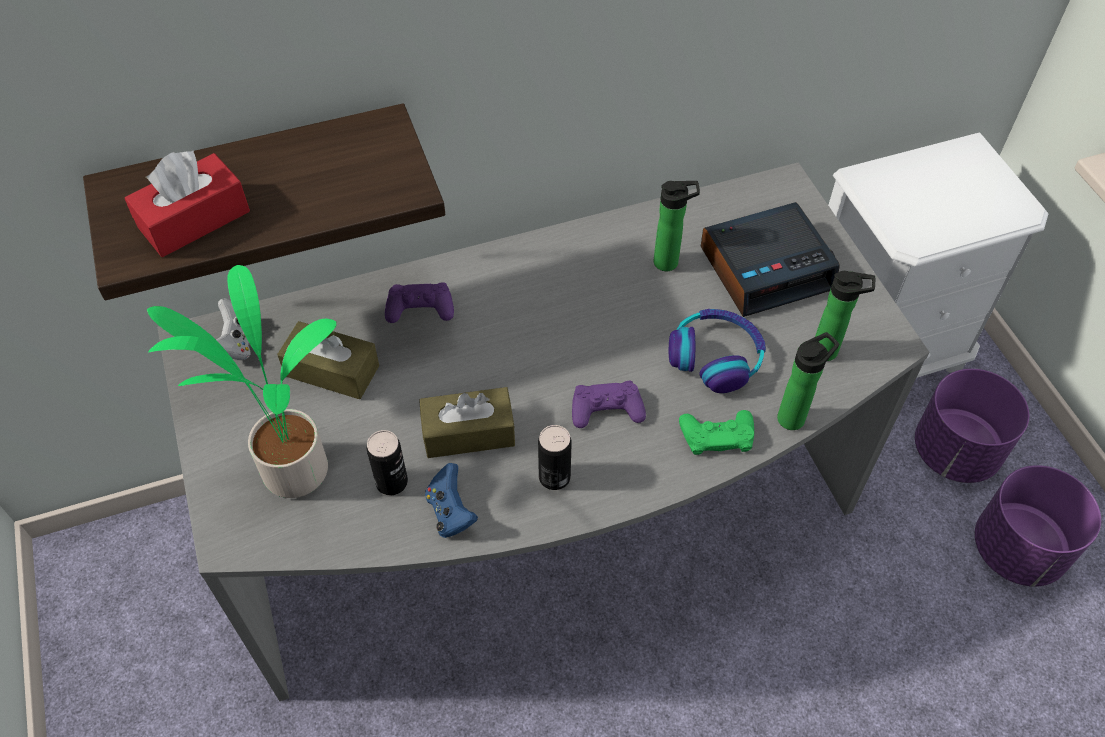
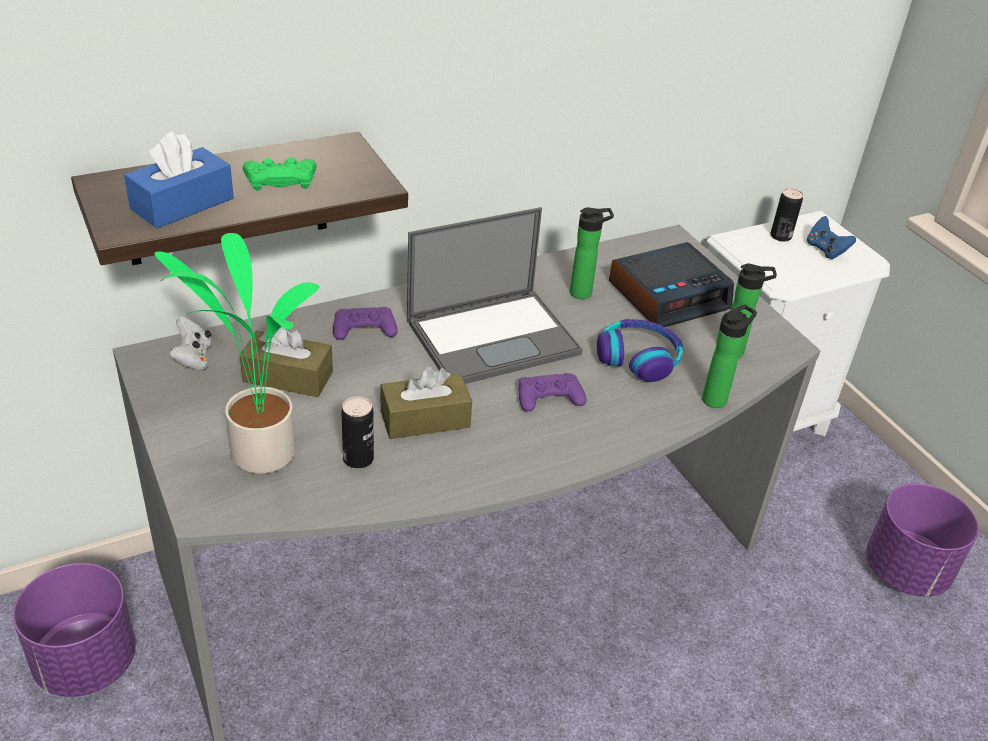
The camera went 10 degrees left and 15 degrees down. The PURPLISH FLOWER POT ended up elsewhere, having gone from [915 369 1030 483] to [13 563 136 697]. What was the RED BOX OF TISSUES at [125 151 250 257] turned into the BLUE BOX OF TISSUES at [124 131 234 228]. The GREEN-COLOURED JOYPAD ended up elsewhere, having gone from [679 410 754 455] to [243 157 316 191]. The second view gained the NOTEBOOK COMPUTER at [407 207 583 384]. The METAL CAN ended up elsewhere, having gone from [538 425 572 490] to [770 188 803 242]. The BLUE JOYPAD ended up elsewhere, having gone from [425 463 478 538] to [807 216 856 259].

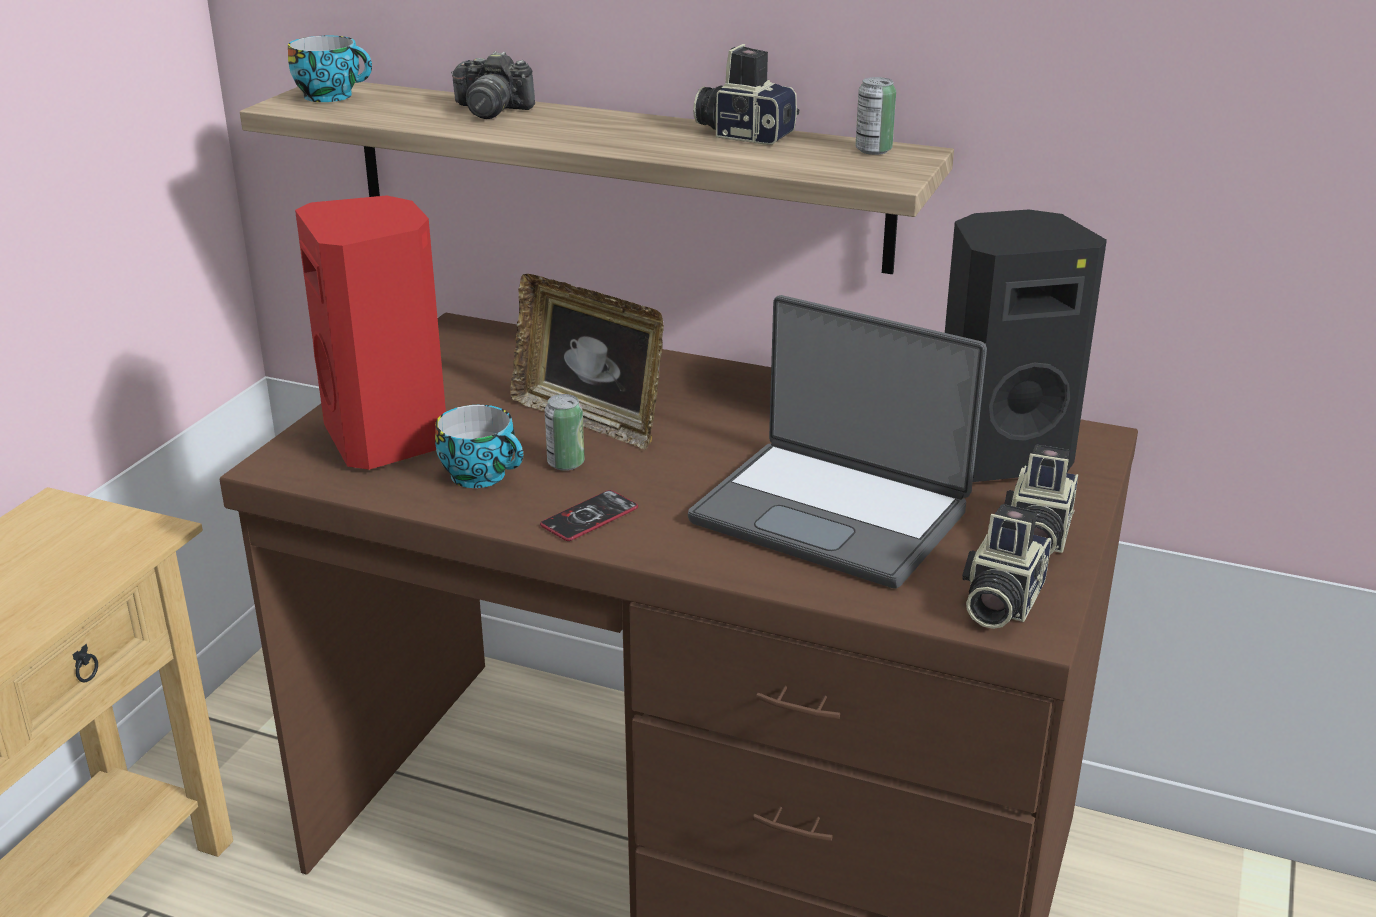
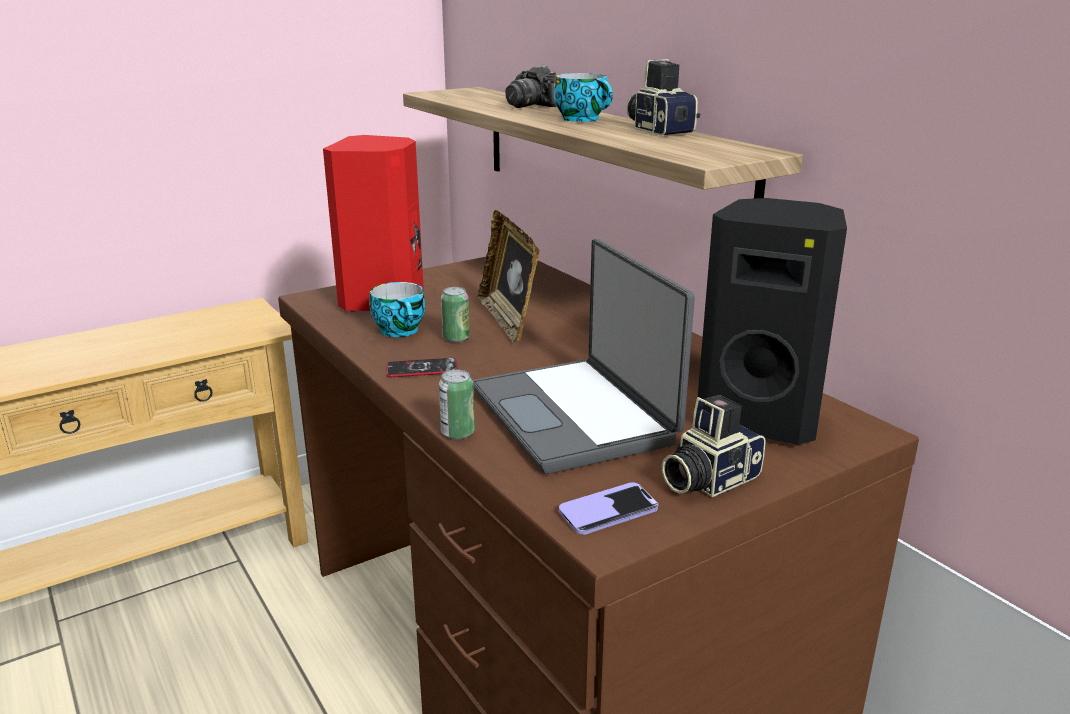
The camera went 35 degrees right and 5 degrees down. The METAL CAN ended up elsewhere, having gone from [855 77 896 155] to [439 370 475 439]. The DRINKING CUP ended up elsewhere, having gone from [288 36 372 102] to [554 73 613 122]. Where the STILL CAMERA stood at [962 504 1051 629], the TELEPHONE came to stand at [559 482 658 535].

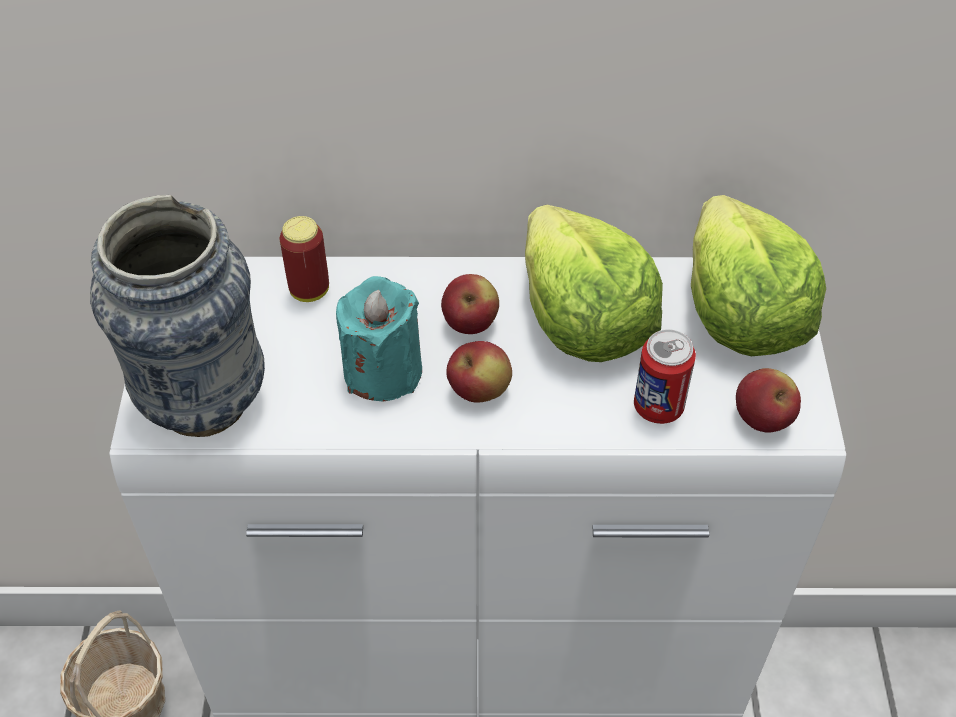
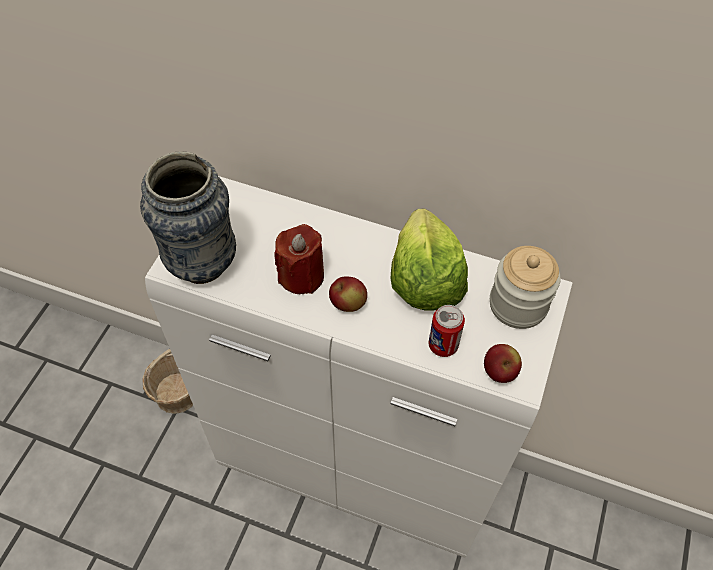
The camera went 20 degrees right and 5 degrees up. What was the BLUE-GREEN WAX CANDLE at [336 276 422 402] turned into the RED WAX CANDLE at [274 224 324 294]. Where the LETTUCE HEAD stood at [691 195 826 356], the PRESERVE JAR came to stand at [490 246 561 329]. The second view lost the METAL CAN at [280 216 329 302]. The second view lost the WHOLE APPLE at [441 274 499 334].

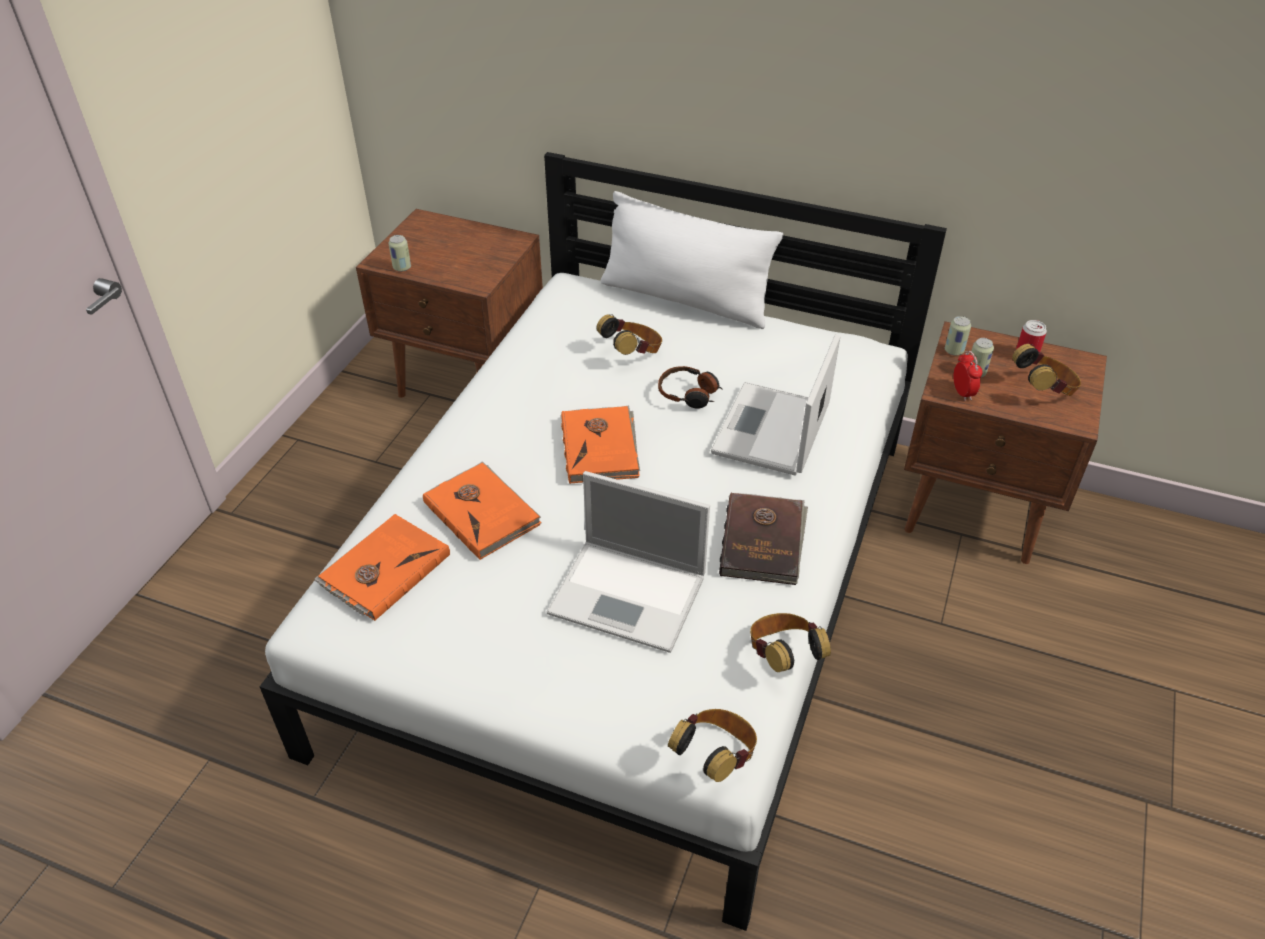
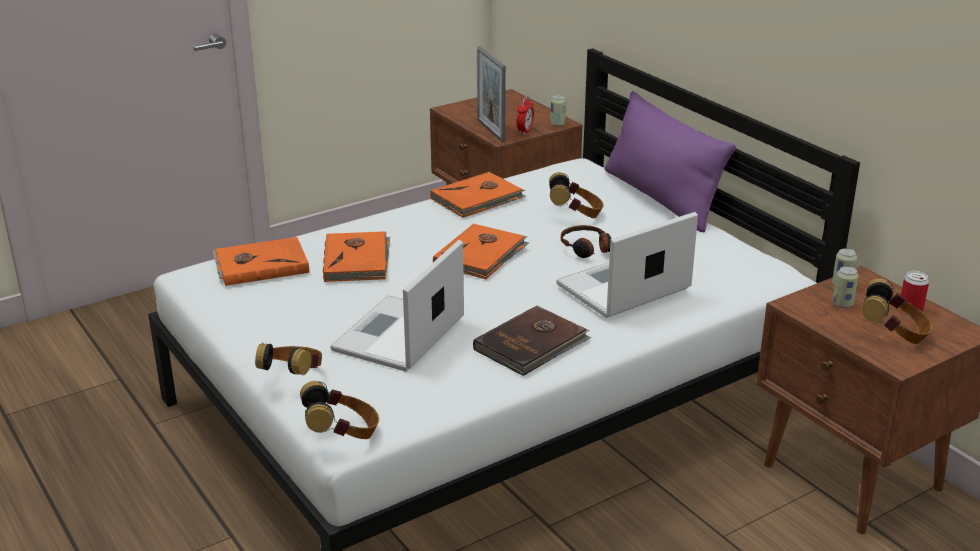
The camera went 35 degrees right and 15 degrees down. The PAIR OF HEADPHONES ended up elsewhere, having gone from [750 613 831 672] to [255 343 322 375]. The NOTEBOOK COMPUTER at [547 471 710 653] ended up facing another way, 60 degrees clockwise from before. The second view gained the ORANGE BOUND BOOK at [430 172 526 218]. The second view gained the PICTURE FRAME at [477 46 506 142]. The ALARM CLOCK ended up elsewhere, having gone from [953 351 983 401] to [517 96 534 135]. The METAL CAN ended up elsewhere, having gone from [388 235 411 272] to [550 95 566 126]. What was the WHITE THROW PILLOW at [601 191 783 329] turned into the PURPLISH THROW PILLOW at [604 91 736 233].

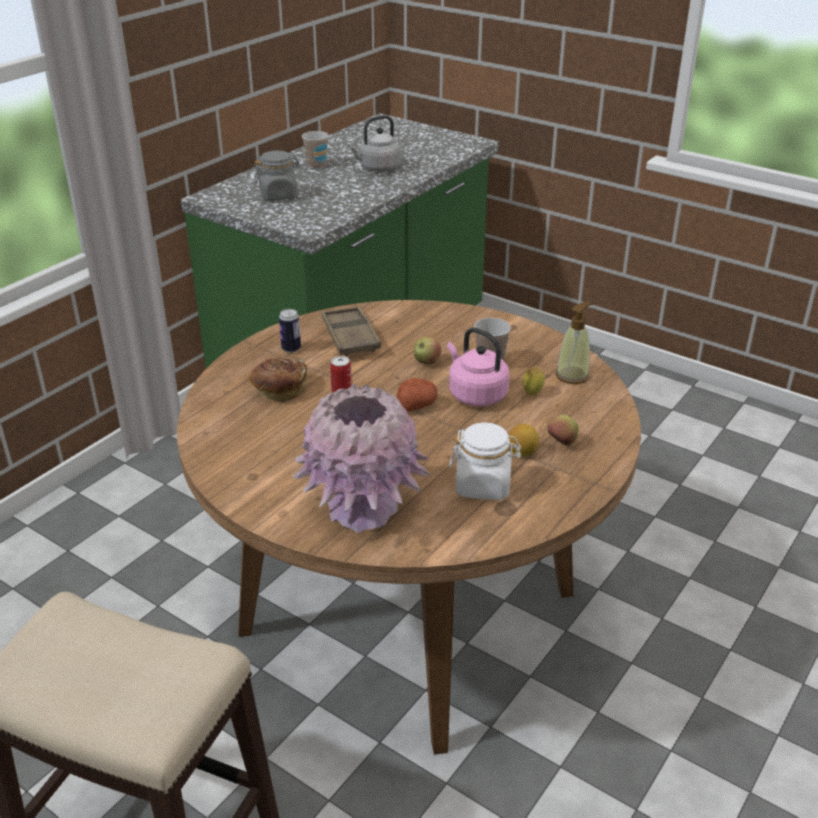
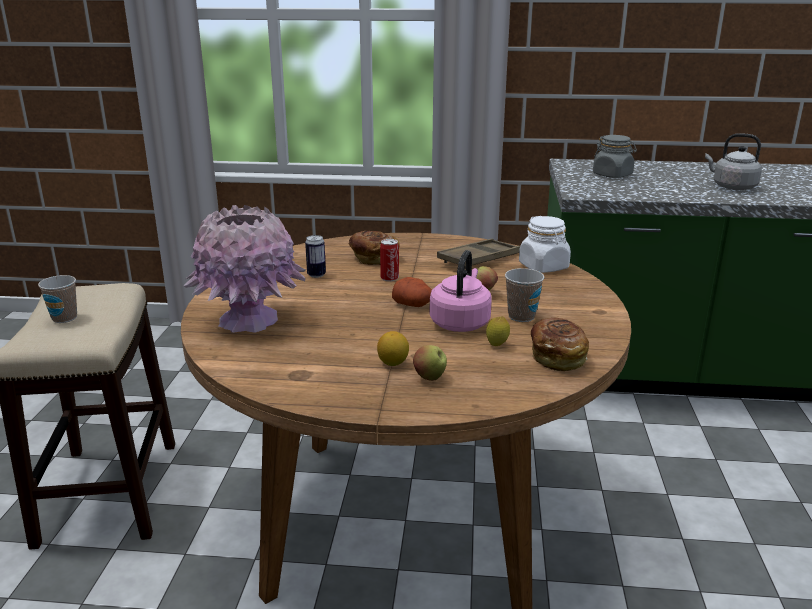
The camera went 60 degrees right and 10 degrees down. The DRINKING CUP ended up elsewhere, having gone from [302 131 329 169] to [38 275 77 323]. The METAL CAN ended up elsewhere, having gone from [279 309 301 353] to [305 235 326 278]. The WHITE PRESERVE JAR ended up elsewhere, having gone from [449 422 522 500] to [519 216 571 273]. Where the SOAP DISPENSER stood at [556 302 592 384], the BREAD came to stand at [531 317 589 371].

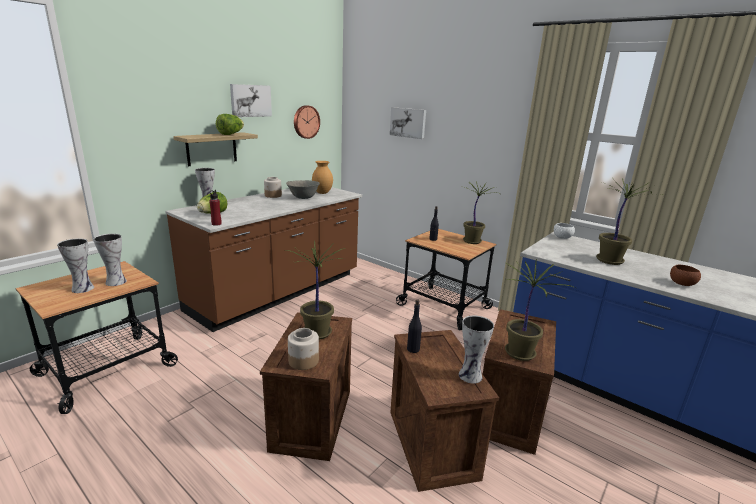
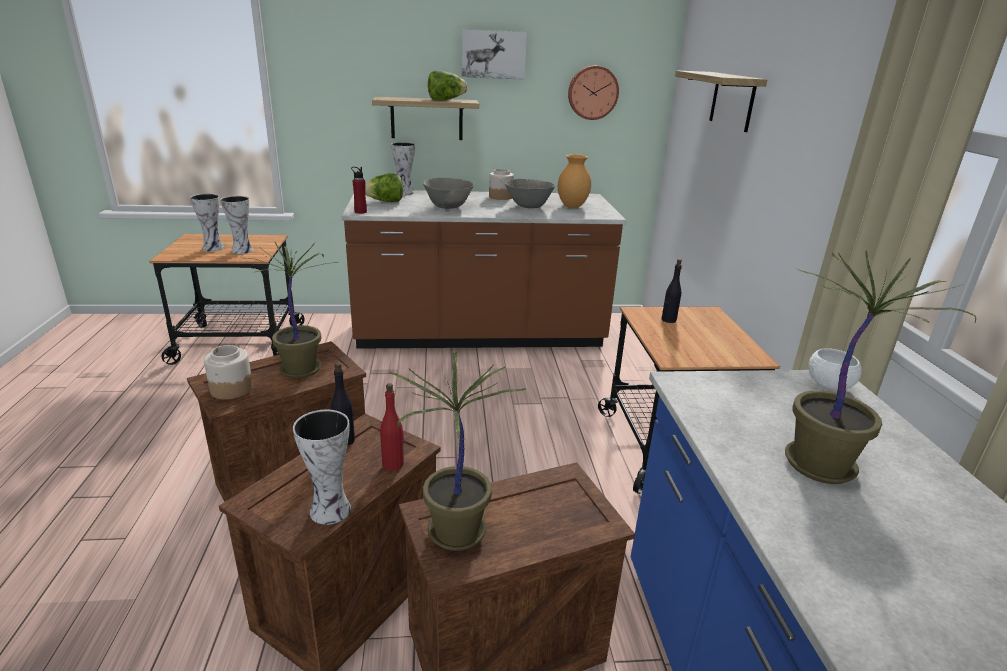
The camera went 45 degrees right and 5 degrees up. The second view gained the RED DRINK BOTTLE at [380 383 404 471]. The second view gained the GREY DEEP DISH at [423 178 474 209]. Where the WALL ART hung at [390 107 426 139], the BRACKET SHELF came to hang at [675 70 767 132]. The second view lost the POTTED PLANT at [460 181 498 244]. The second view lost the BROWNISH DEEP DISH at [670 265 701 286].

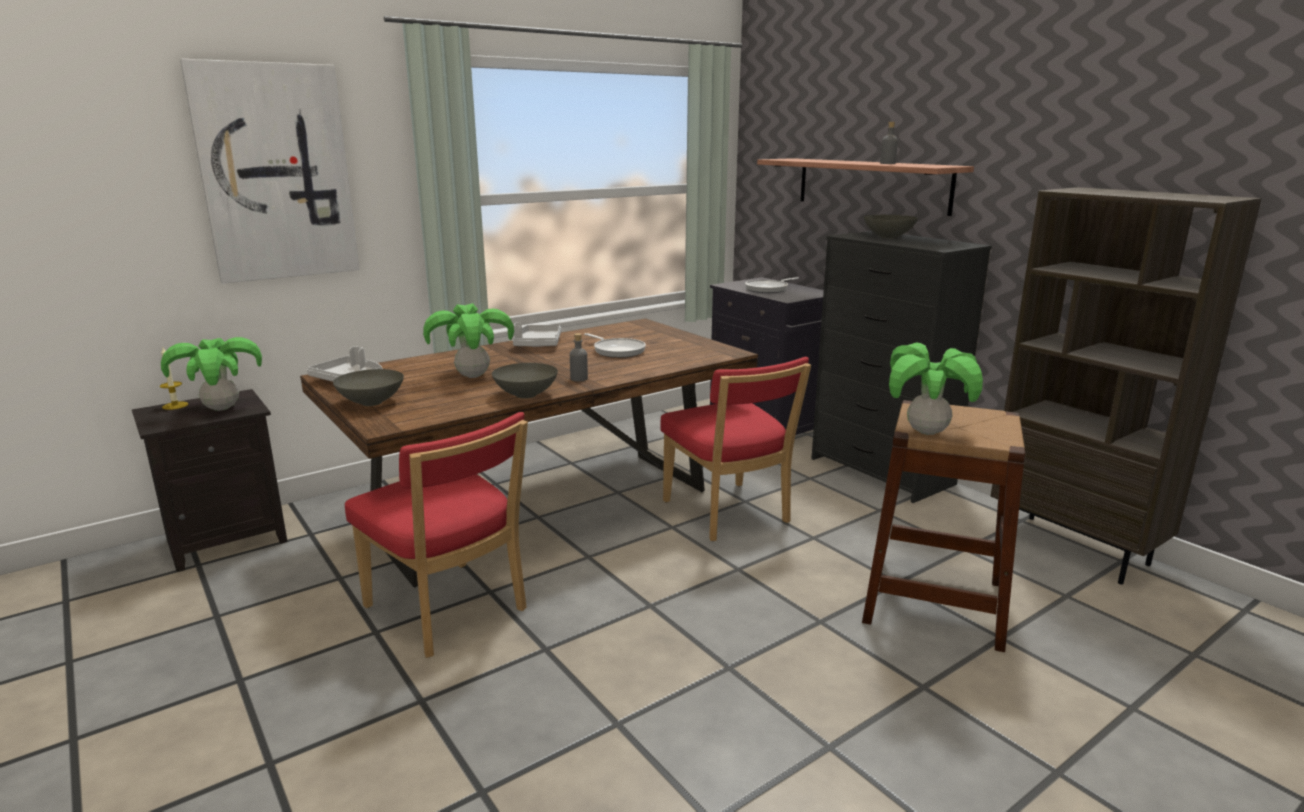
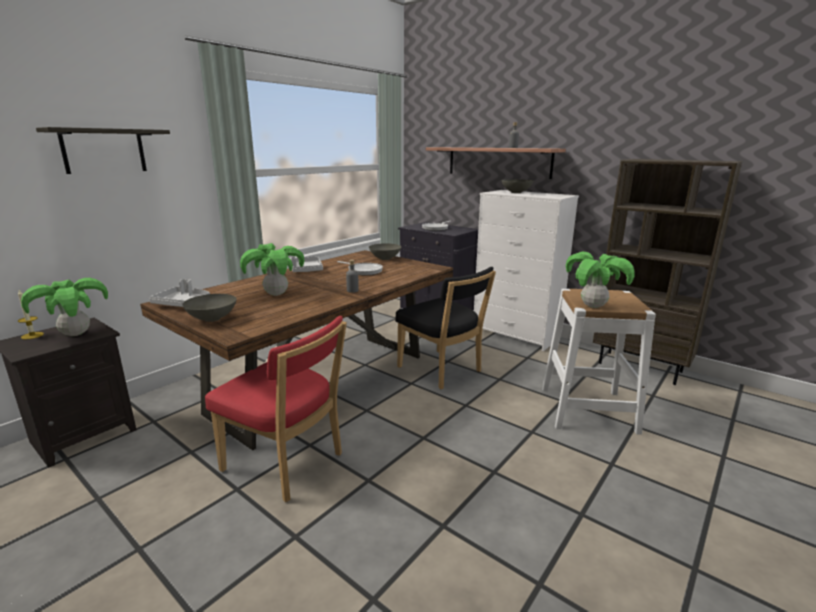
The camera went 15 degrees left and 0 degrees up. Where the WALL ART hung at [180 59 359 283], the BRACKET SHELF came to hang at [36 127 170 174]. The GREY DEEP DISH ended up elsewhere, having gone from [492 363 558 399] to [369 243 401 260]. What was the RED CHAIR at [660 357 811 541] turned into the BLACK-COLOURED CHAIR at [395 267 496 389]. What was the BLACK-COLOURED DRESSER at [811 231 992 503] turned into the WHITE DRESSER at [474 190 579 351]. What was the BROWNISH STOOL at [862 400 1026 652] turned into the WHITE STOOL at [542 289 656 435].

